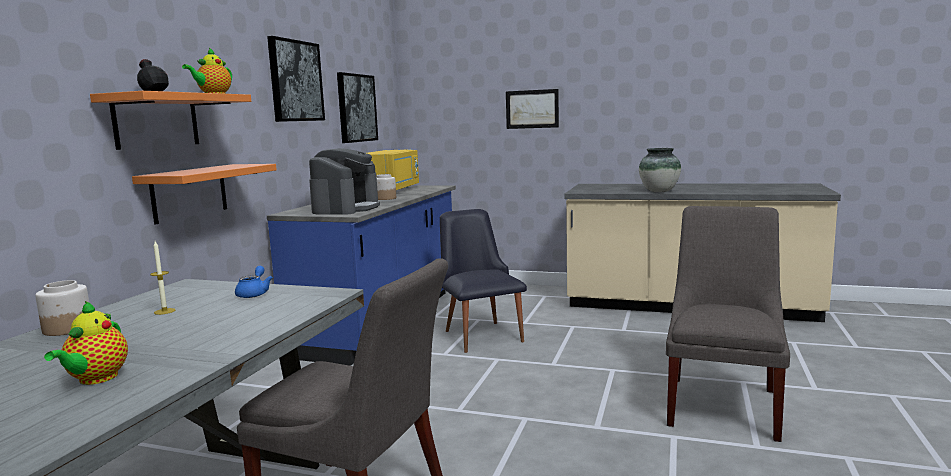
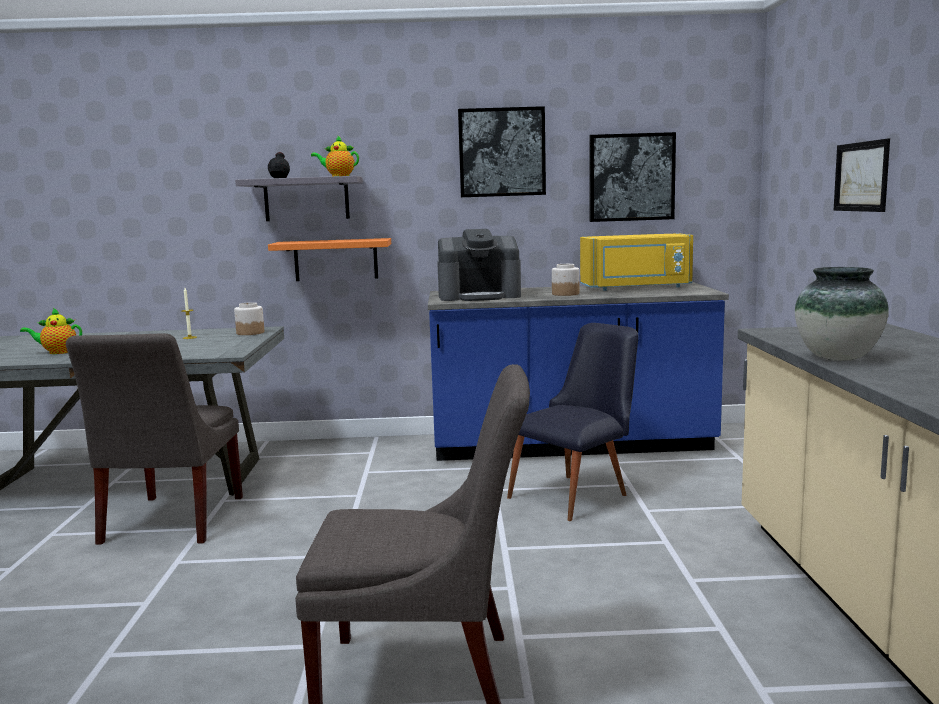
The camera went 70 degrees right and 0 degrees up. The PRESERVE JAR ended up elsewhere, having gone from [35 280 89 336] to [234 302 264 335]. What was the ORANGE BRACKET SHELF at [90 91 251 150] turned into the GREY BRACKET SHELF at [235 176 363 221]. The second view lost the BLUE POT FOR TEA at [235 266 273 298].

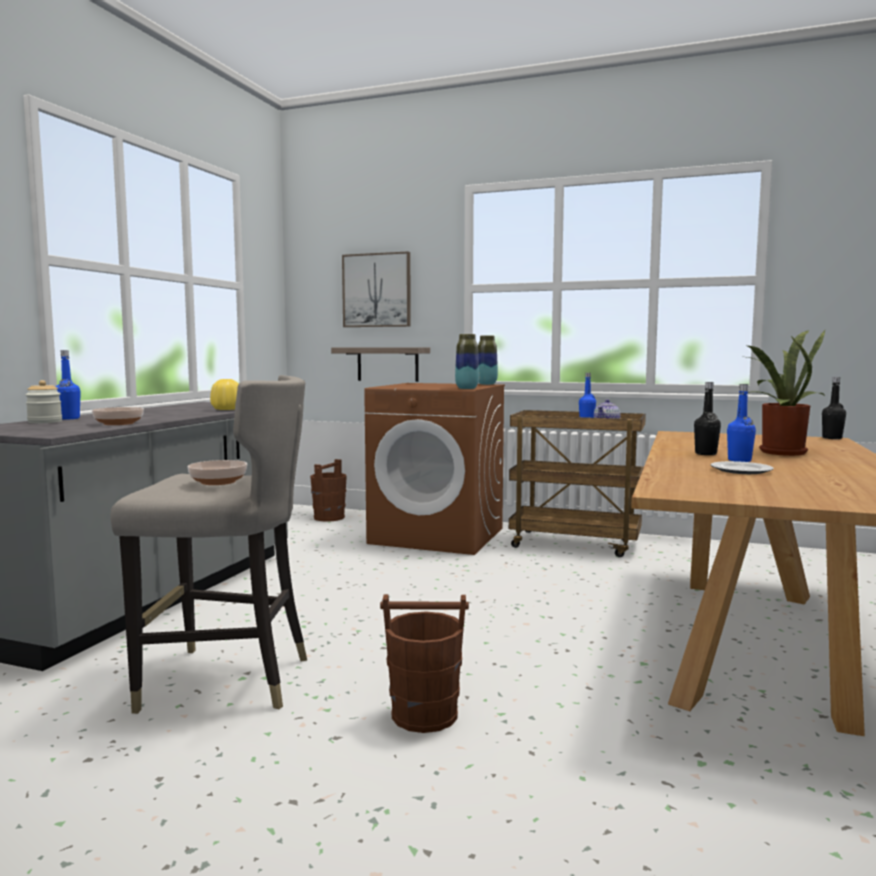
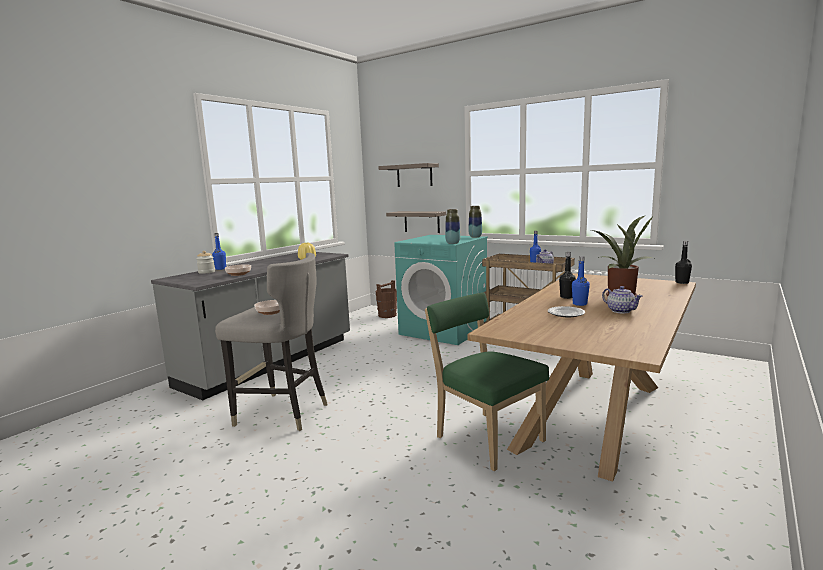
The camera went 15 degrees right and 5 degrees up. Where the WALL ART hung at [342 252 411 327], the BRACKET SHELF came to hang at [378 163 439 187]. What was the BROWNISH LAUNDRY APPLIANCE at [364 383 505 555] turned into the BLUE-GREEN LAUNDRY APPLIANCE at [394 235 488 345]. The second view gained the GREEN-COLOURED CHAIR at [425 292 549 471]. The second view gained the POT FOR TEA at [602 286 643 313]. The second view lost the BROWNISH BUCKET at [380 594 469 733].

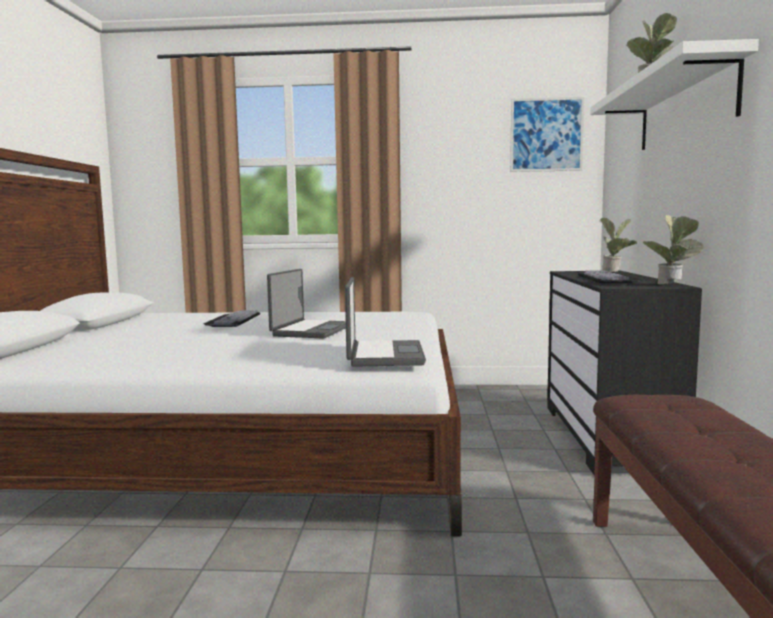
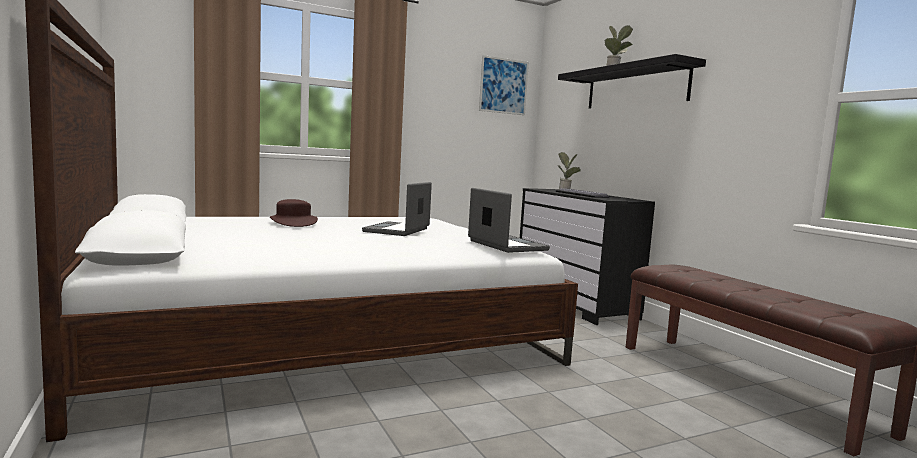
The camera went 30 degrees left and 0 degrees up. Where the PC KEYBOARD stood at [204 310 260 327], the BROWNISH CLOTHING HAT came to stand at [270 199 318 227]. The NOTEBOOK COMPUTER at [267 269 346 339] ended up facing another way, 150 degrees counterclockwise from before. What was the WHITE BRACKET SHELF at [590 39 759 150] turned into the BLACK-COLOURED BRACKET SHELF at [558 54 706 108]. The second view lost the POTTED PLANT at [643 215 704 285].

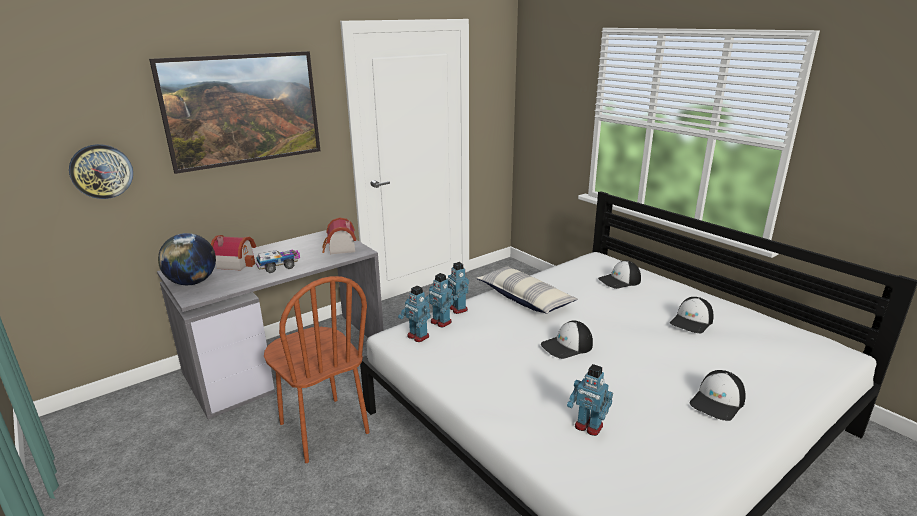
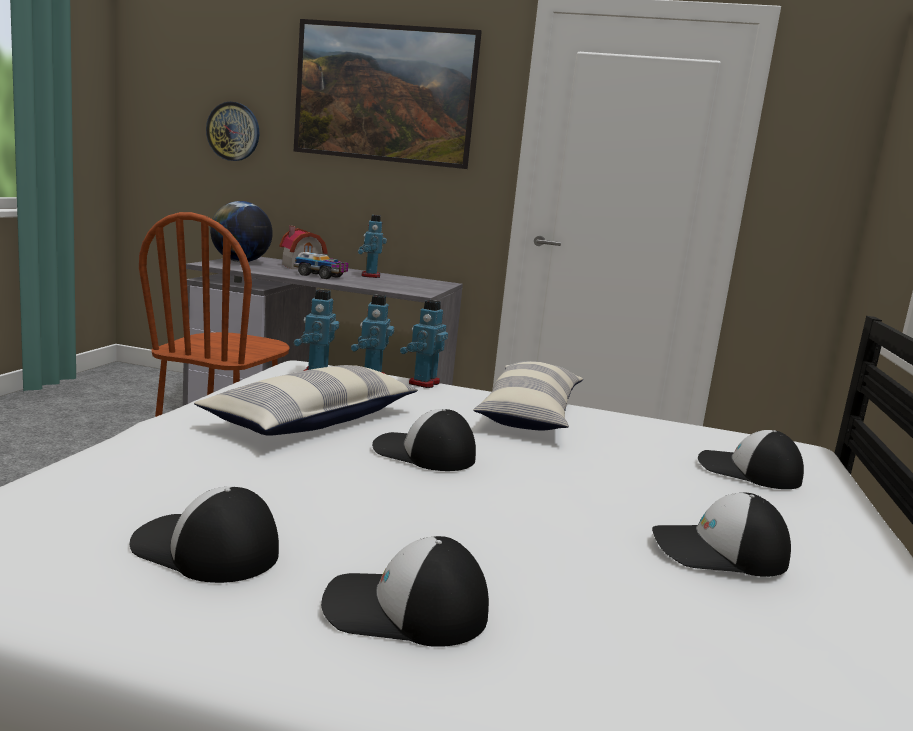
The camera went 50 degrees right and 10 degrees down. The second view gained the PEAKED CAP at [130 487 279 583]. The second view gained the THROW PILLOW at [194 365 418 436]. The TOY ROBOT ended up elsewhere, having gone from [567 364 613 436] to [358 215 387 278]. The second view lost the MINIATURE HOUSE at [322 217 356 254].

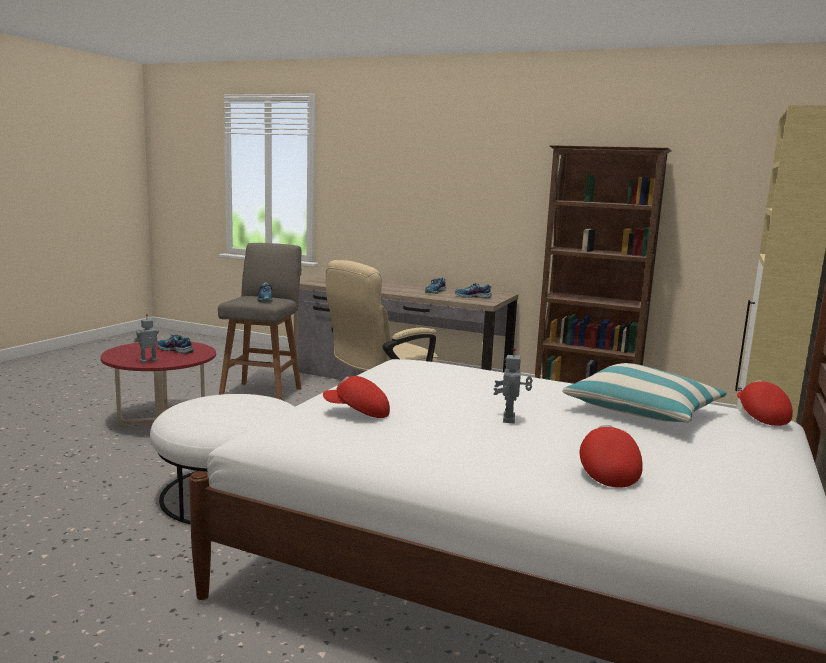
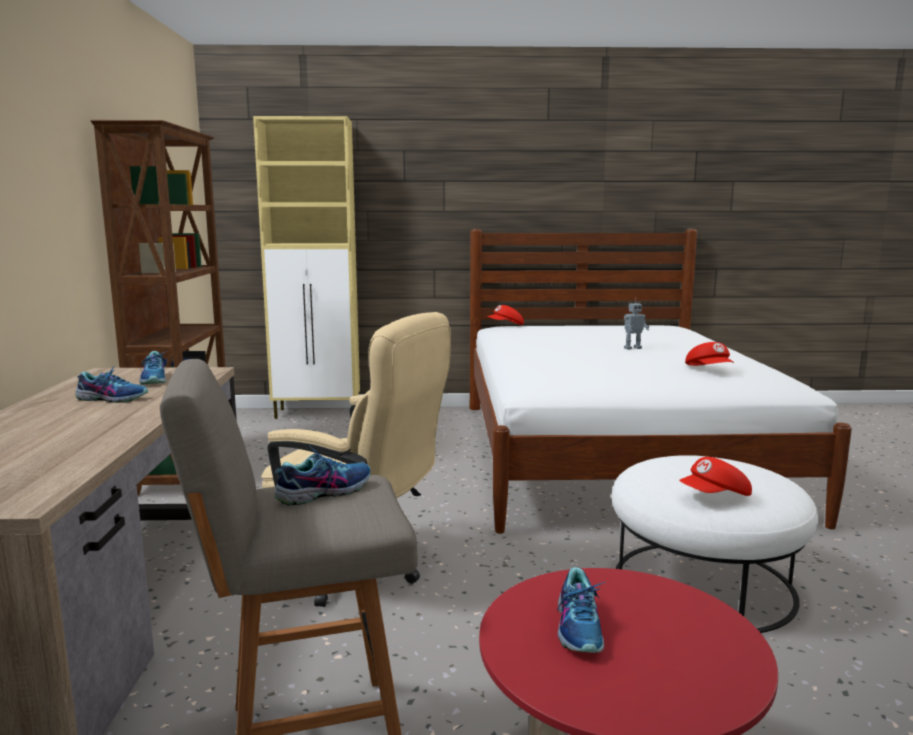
The camera went 115 degrees left and 0 degrees up. The RED PEAKED CAP ended up elsewhere, having gone from [580 425 643 488] to [679 457 752 496]. The second view lost the TOY ROBOT at [134 314 159 363]. The second view lost the THROW PILLOW at [563 363 727 422].

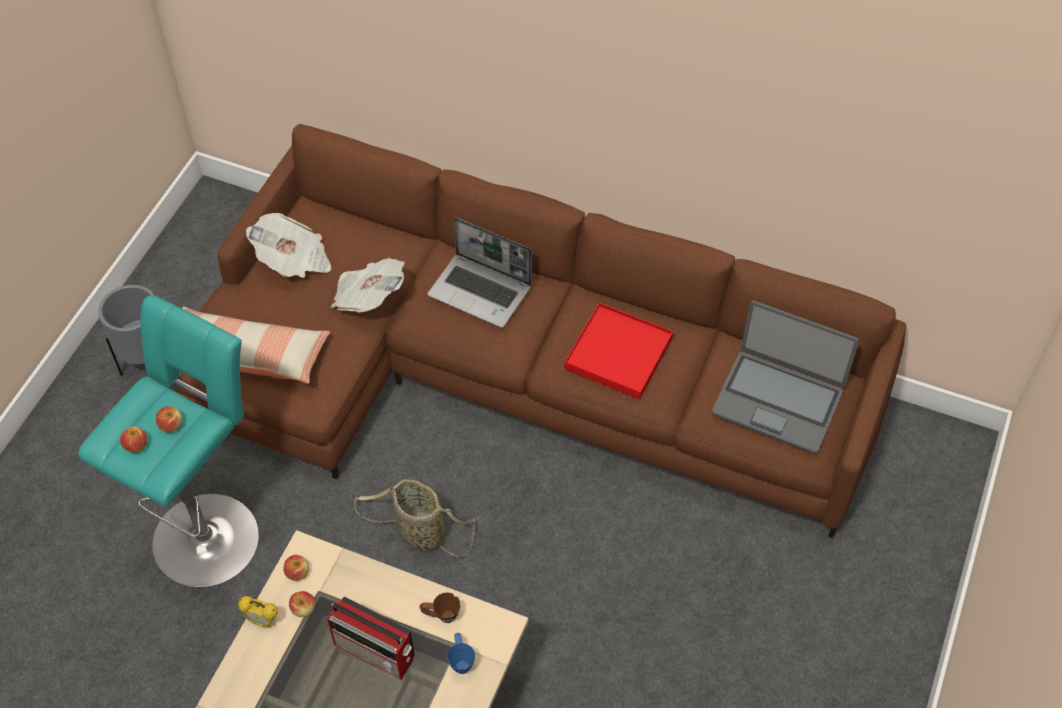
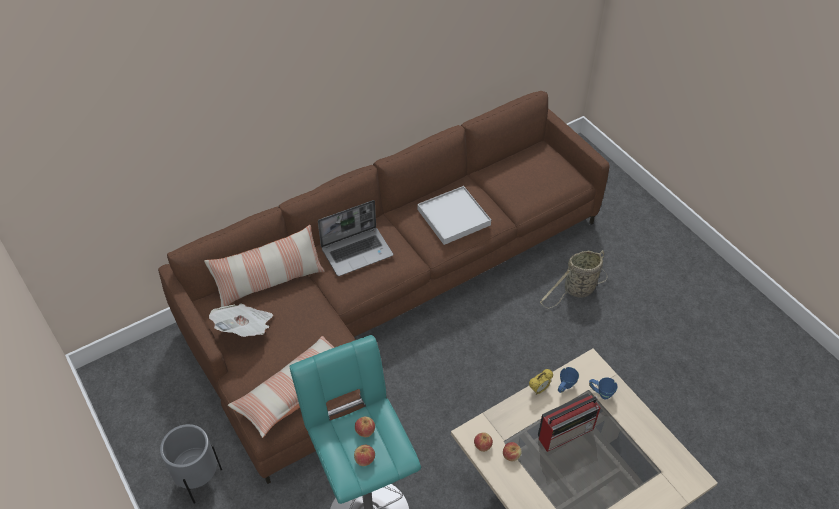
The camera went 55 degrees left and 5 degrees down. The second view gained the THROW PILLOW at [204 225 325 307]. What was the RED TRAY at [564 303 673 399] turned into the WHITE TRAY at [418 186 491 245]. The ALARM CLOCK ended up elsewhere, having gone from [238 596 278 627] to [529 369 553 395]. The HOUSEHOLD BASKET ended up elsewhere, having gone from [354 479 475 557] to [540 250 607 309]. What was the BROWNISH TEA MUG at [420 592 460 623] turned into the BLUE TEA MUG at [558 367 579 393]. The second view lost the DAILY PAPER at [331 258 404 313]. The second view lost the NOTEBOOK COMPUTER at [712 301 859 454].

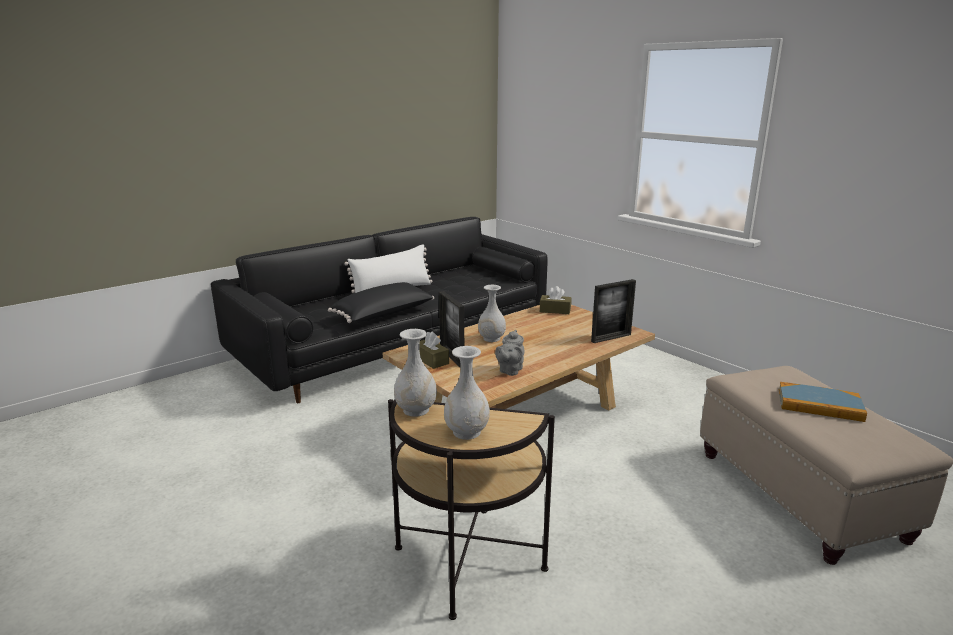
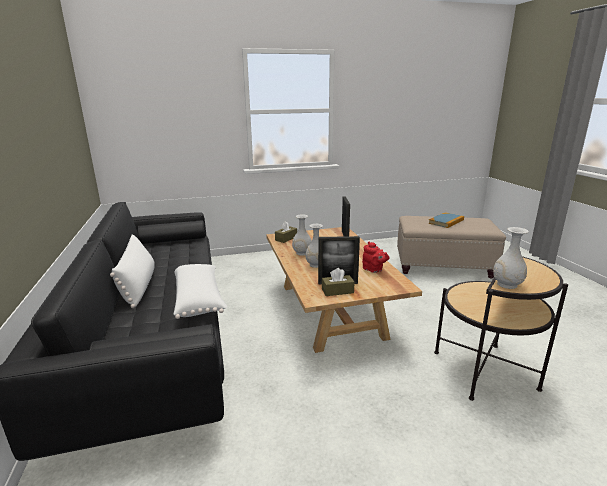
The camera went 65 degrees left and 0 degrees up. What was the BLACK-COLOURED THROW PILLOW at [328 282 434 323] turned into the WHITE THROW PILLOW at [174 264 227 319]. The WHITE FLOWER VASE ended up elsewhere, having gone from [444 346 490 440] to [292 215 312 256]. What was the GREY POT FOR TEA at [495 330 525 376] turned into the RED POT FOR TEA at [362 242 389 273].

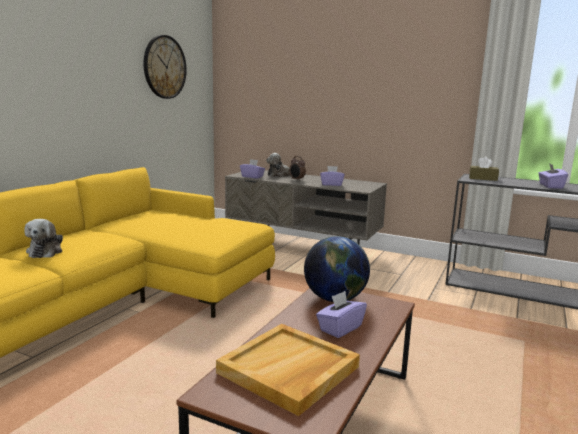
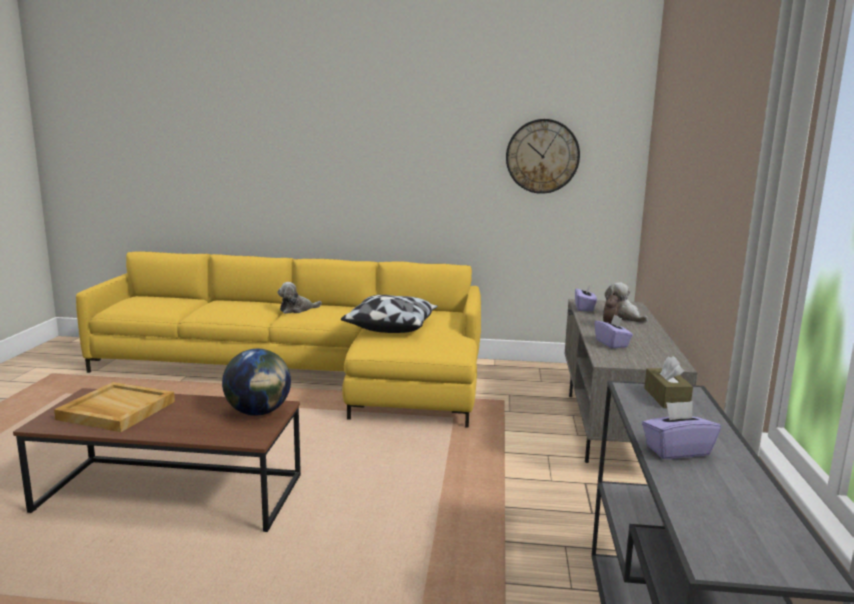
The camera went 70 degrees right and 0 degrees up. The second view gained the THROW PILLOW at [341 295 438 333]. The second view lost the PURPLISH BOX OF TISSUES at [316 291 367 338].

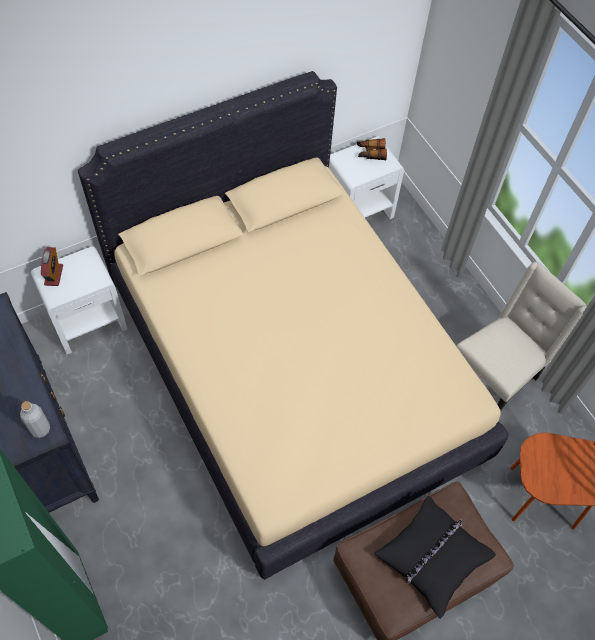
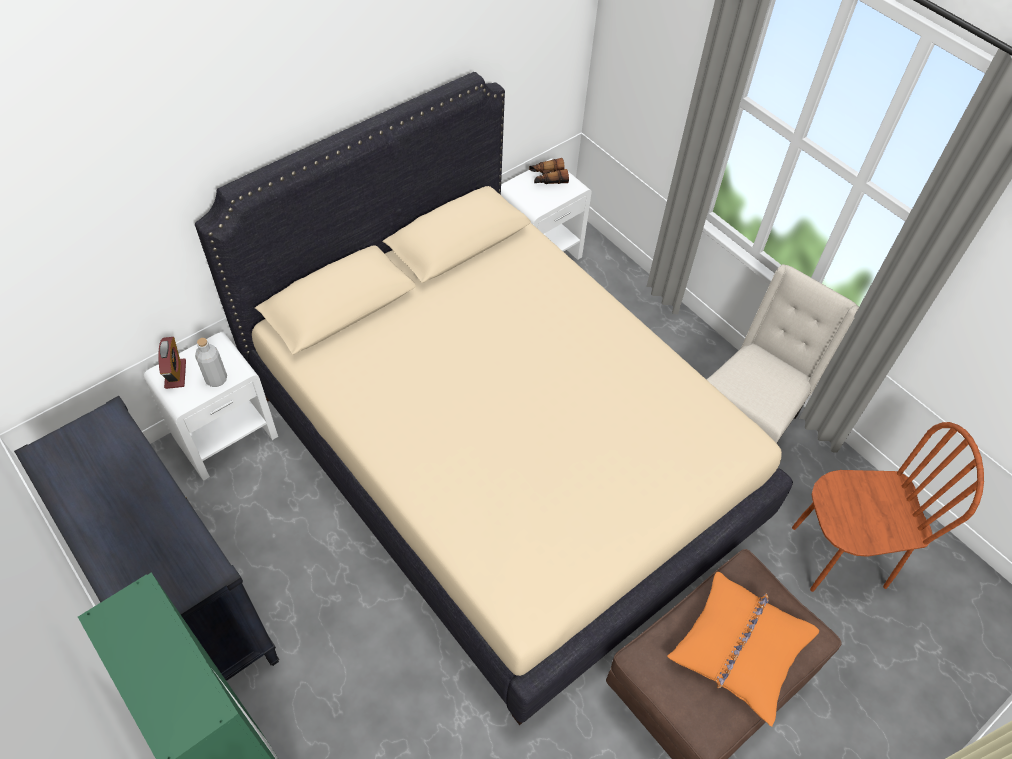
The camera went 10 degrees left and 5 degrees down. The GREY DRINK BOTTLE ended up elsewhere, having gone from [20 401 50 438] to [195 338 227 387]. What was the BLACK-COLOURED THROW PILLOW at [374 496 496 619] turned into the ORANGE THROW PILLOW at [667 572 820 727].

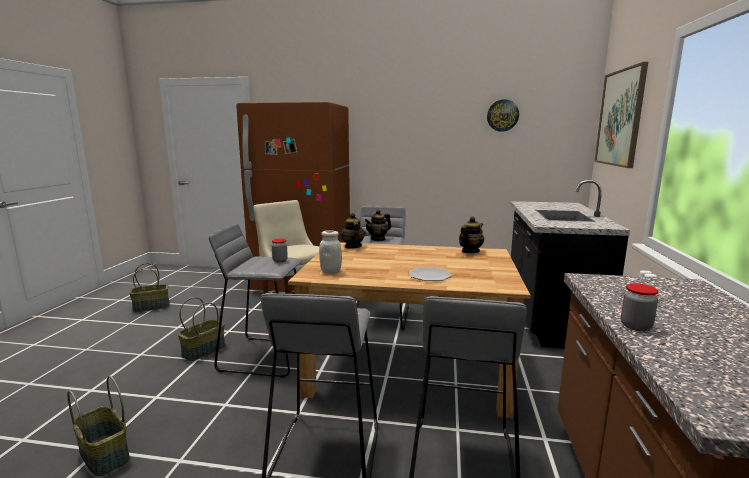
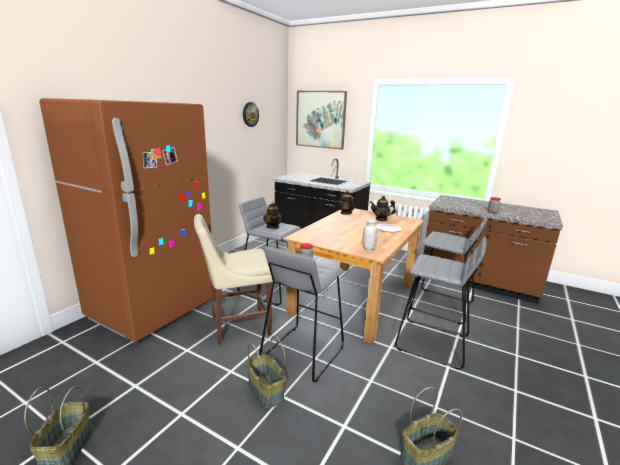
The camera went 70 degrees left and 5 degrees up. The POT FOR TEA ended up elsewhere, having gone from [340 213 366 249] to [370 196 396 221].

